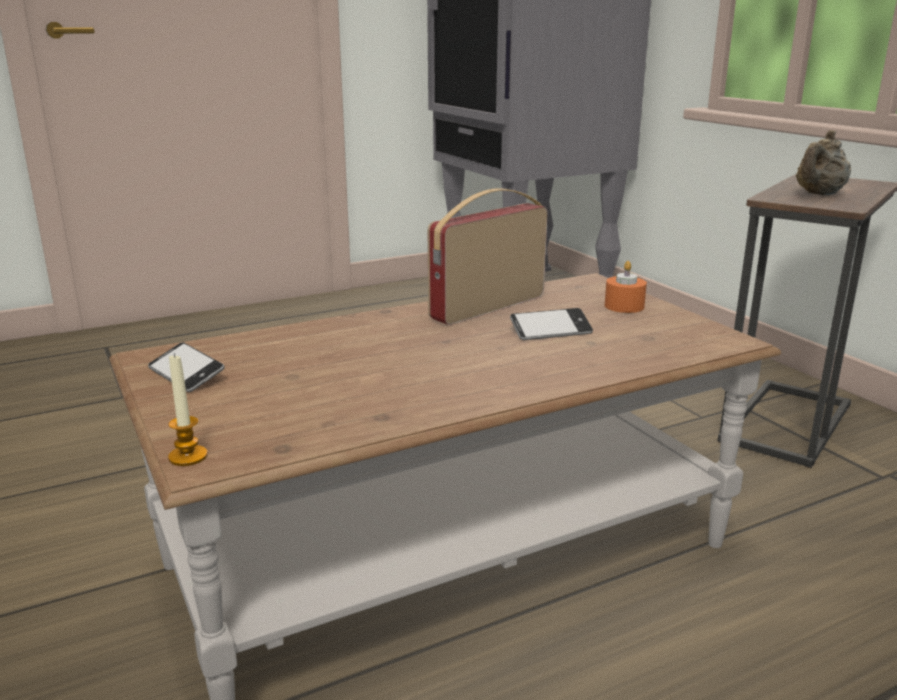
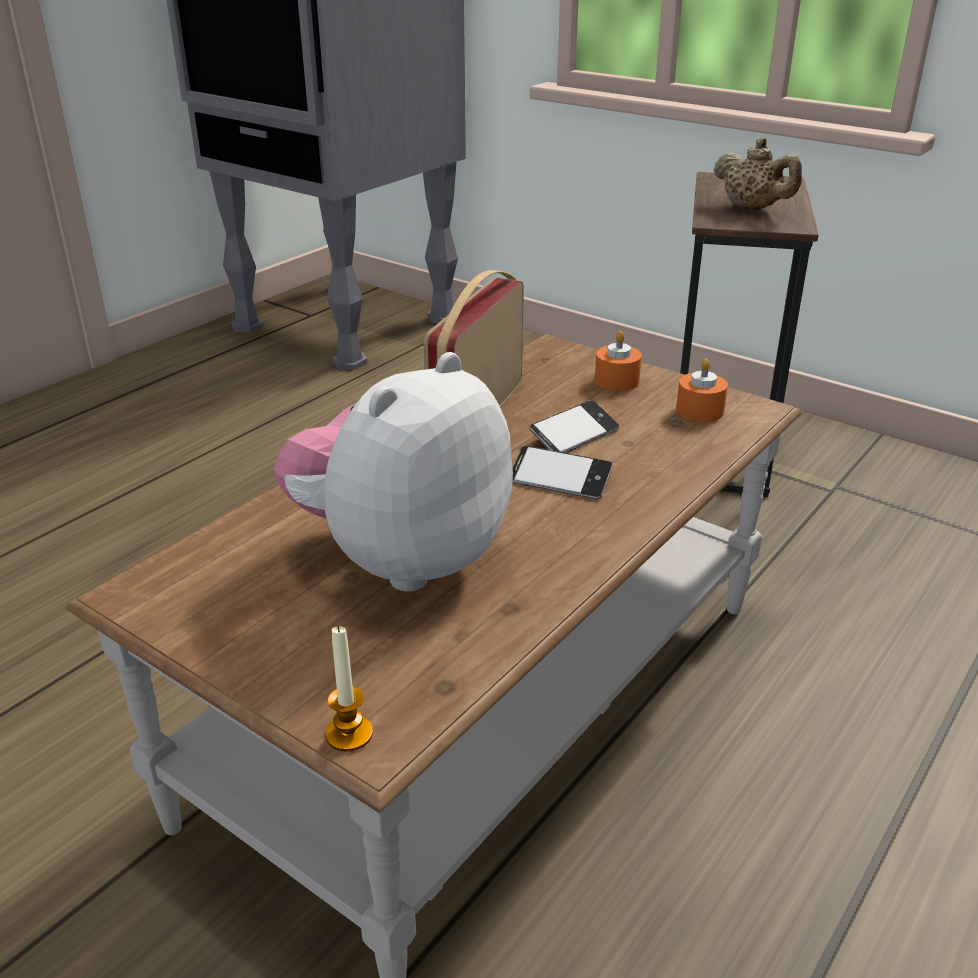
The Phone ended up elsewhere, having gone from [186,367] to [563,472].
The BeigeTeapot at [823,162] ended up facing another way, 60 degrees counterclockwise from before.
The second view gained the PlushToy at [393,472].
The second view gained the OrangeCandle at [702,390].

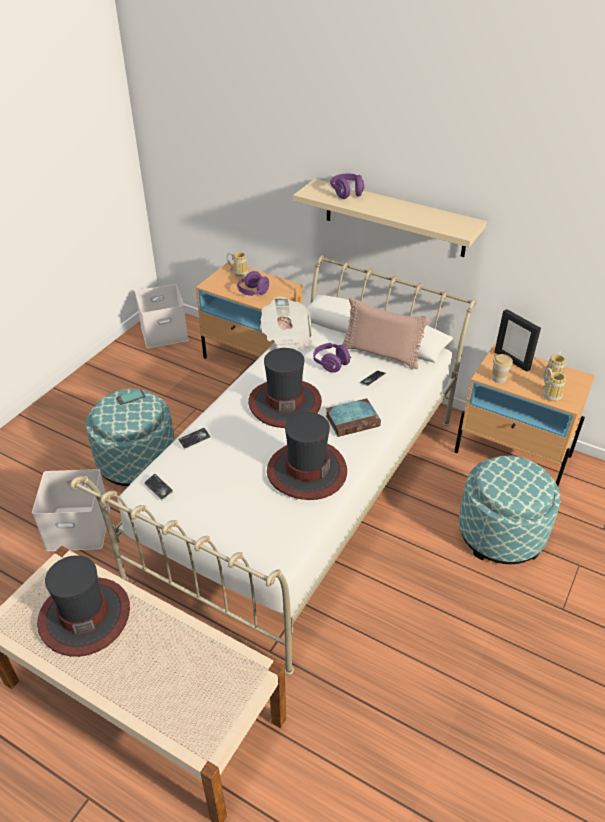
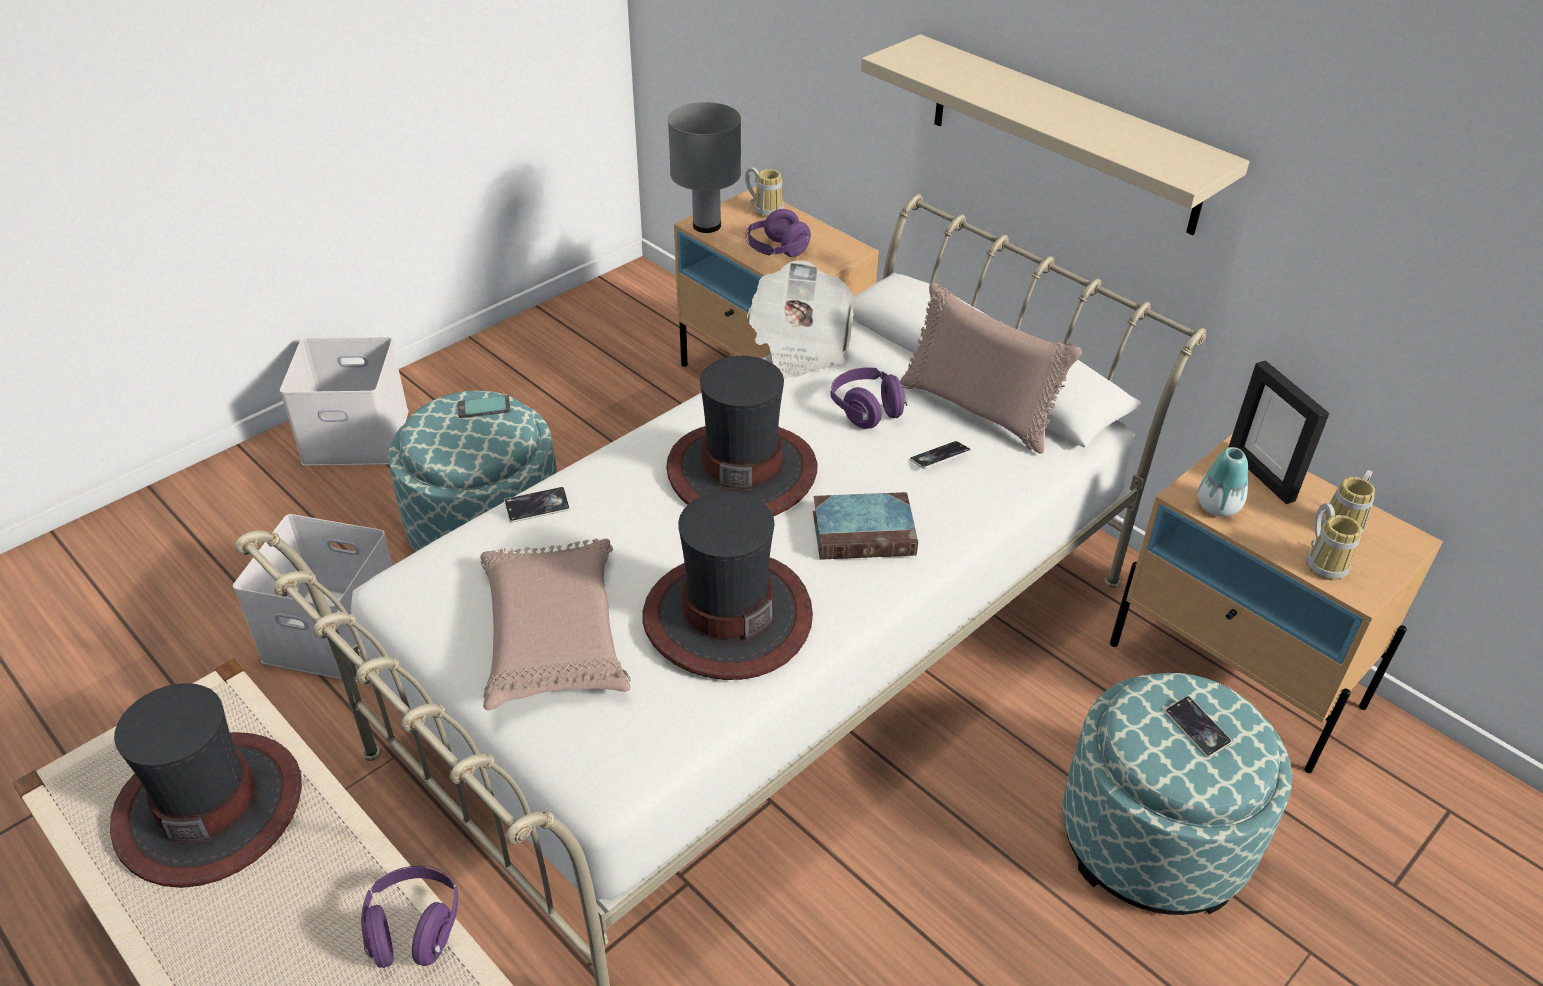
The WhiteStorageBox ended up elsewhere, having gone from [162,316] to [344,401].
The Phone ended up elsewhere, having gone from [158,487] to [1198,726].
The PurpleHeadphones ended up elsewhere, having gone from [347,186] to [409,917].
Where the Cup stood at [502,368], the Vase came to stand at [1223,482].
The second view gained the BeigePillow at [555,624].
The second view gained the GreyTableLamp at [704,167].

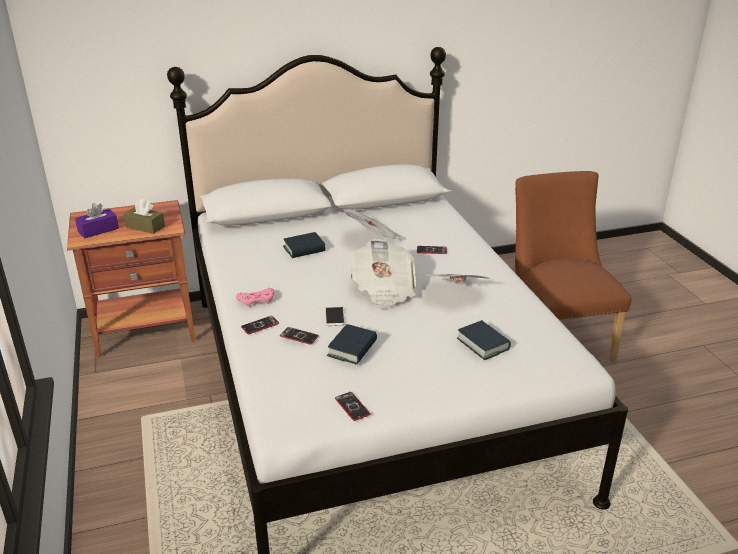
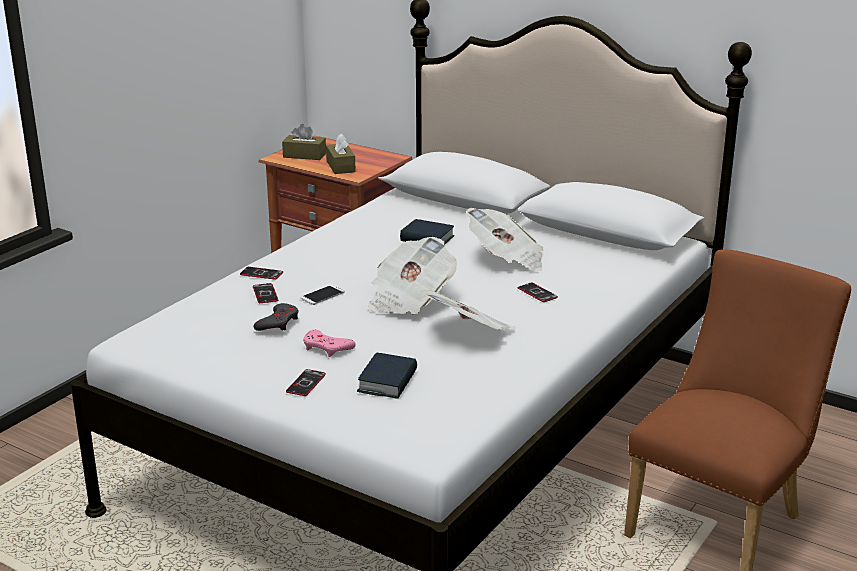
What was the PurpleTissueBox at [97,220] turned into the BrownTissueBox at [304,142].
The PinkGameController ended up elsewhere, having gone from [255,298] to [329,343].
Where the Book stood at [352,344], the GreyGameController came to stand at [275,317].
The Phone ended up elsewhere, having gone from [352,406] to [306,382].

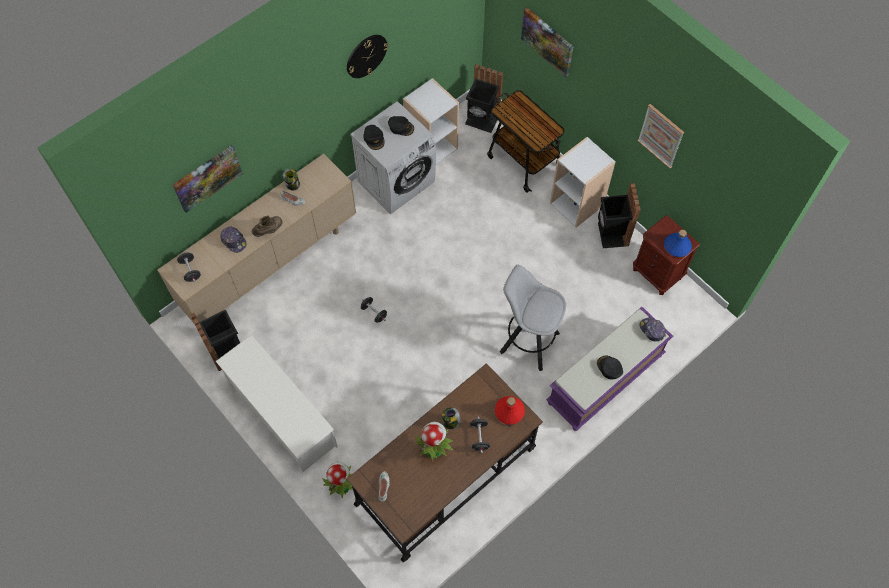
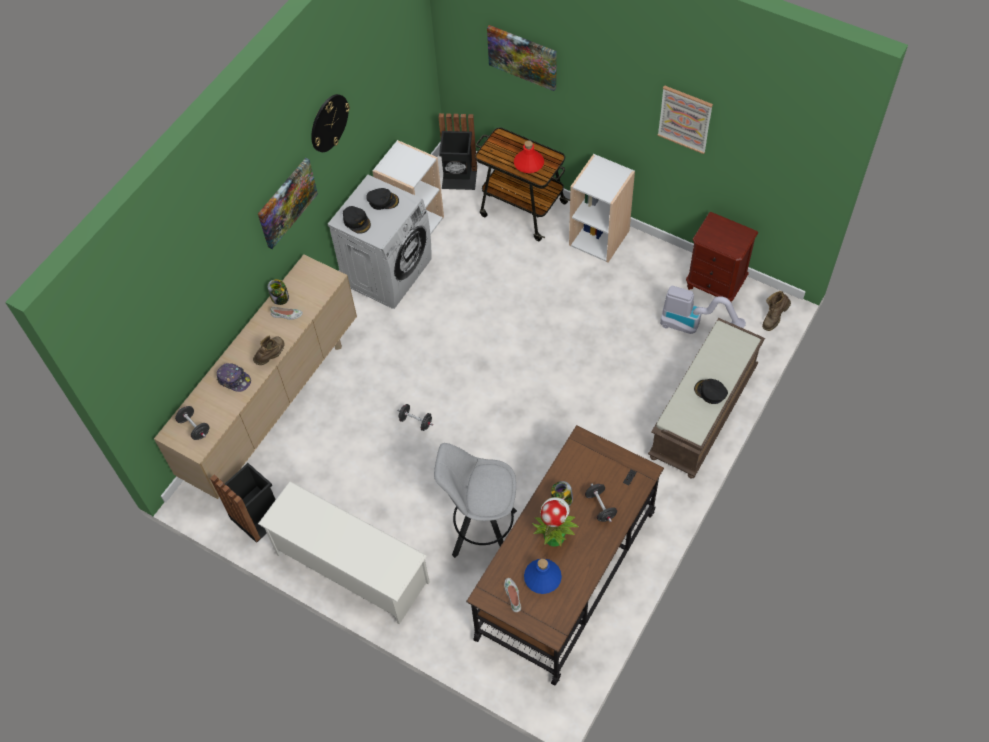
The Picture ended up elsewhere, having gone from [208,179] to [288,203].
The second view lost the PottedPlant at [337,480].
The RedBottle ended up elsewhere, having gone from [510,410] to [529,156].
The GreyStool ended up elsewhere, having gone from [533,318] to [475,500].
What was the PurpleBench at [609,369] turned into the BrownBench at [706,398].
The second view lost the BlackTrashCan at [619,215].
The second view lost the Cap at [652,330].
The BlueBottle ended up elsewhere, having gone from [678,243] to [543,576].
The second view gained the VacuumCleaner at [703,310].
The second view gained the BrownBoot at [776,311].

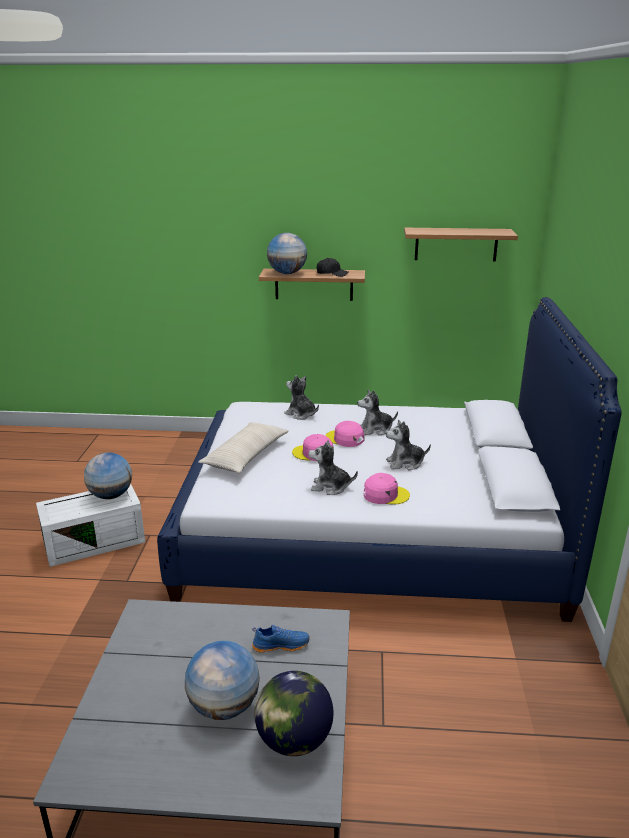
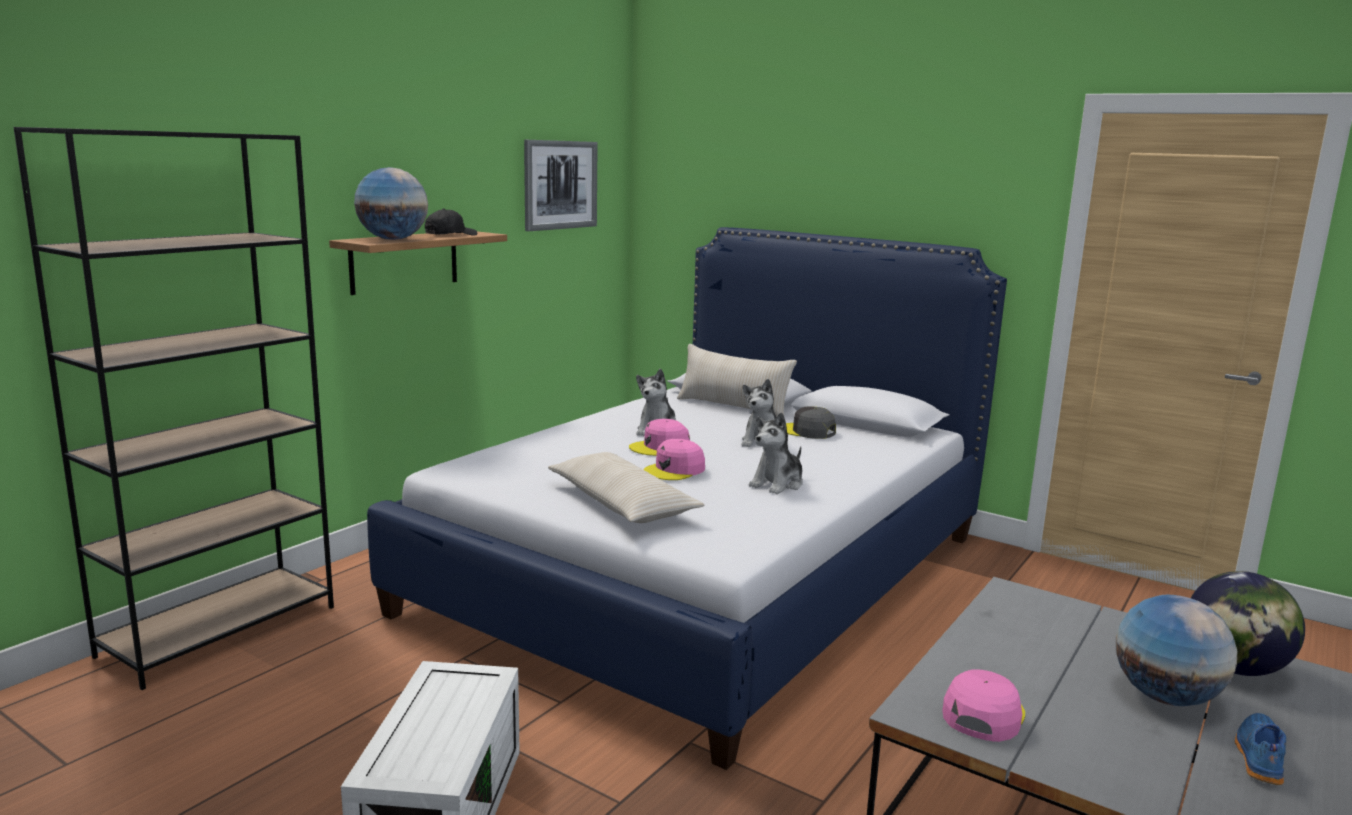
The second view lost the Globe at [108,475].
The BlueShoe ended up elsewhere, having gone from [281,639] to [1260,749].
The second view lost the PlushToy at [301,397].
The PinkCap ended up elsewhere, having gone from [387,488] to [983,705].
Where the Shelf hung at [461,245], the Picture came to hang at [561,185].
The second view gained the BeigeBookcase at [174,408].
The second view gained the BeigePillow at [737,380].
The second view gained the GreyCap at [811,422].

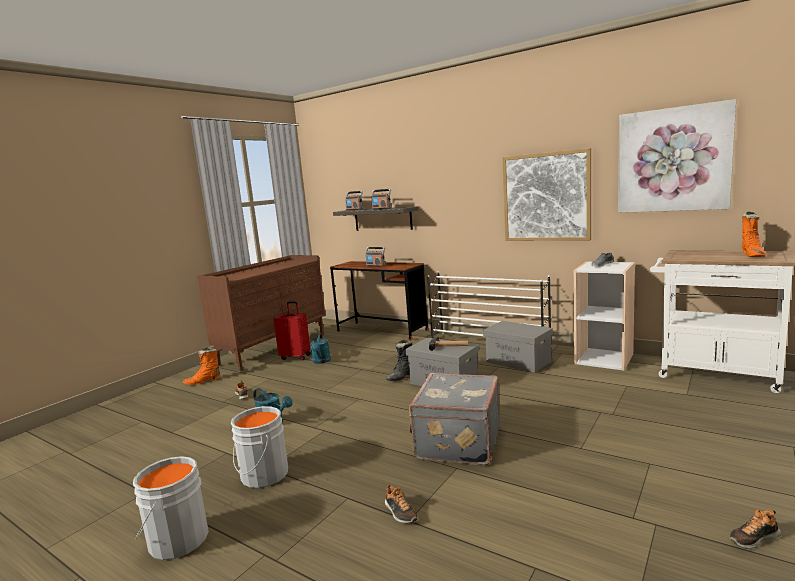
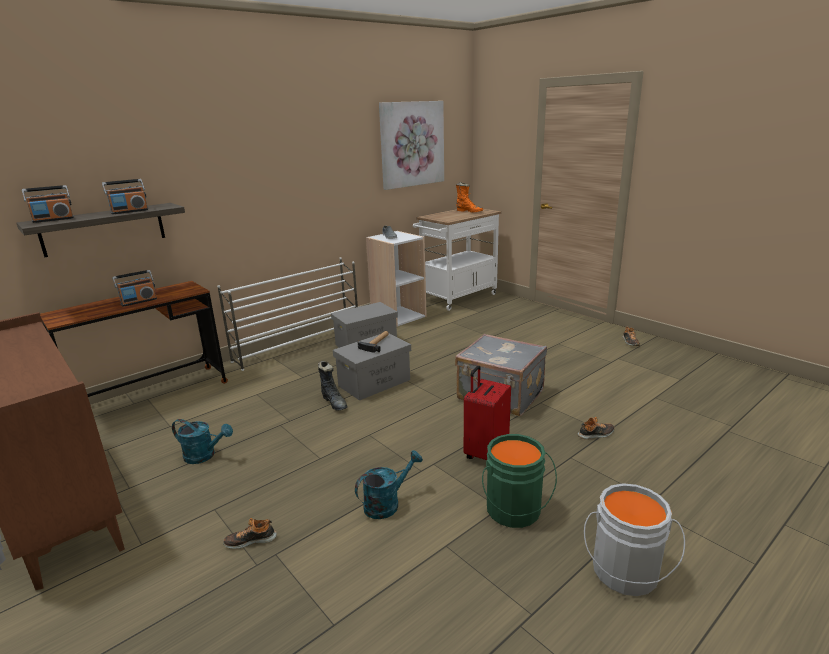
The second view lost the OrangeBoot at [201,366].
What was the GreyBucket at [259,447] turned into the GreenBucket at [519,481].
The RedSuitcase ended up elsewhere, having gone from [292,330] to [487,413].
The second view lost the Picture at [547,194].

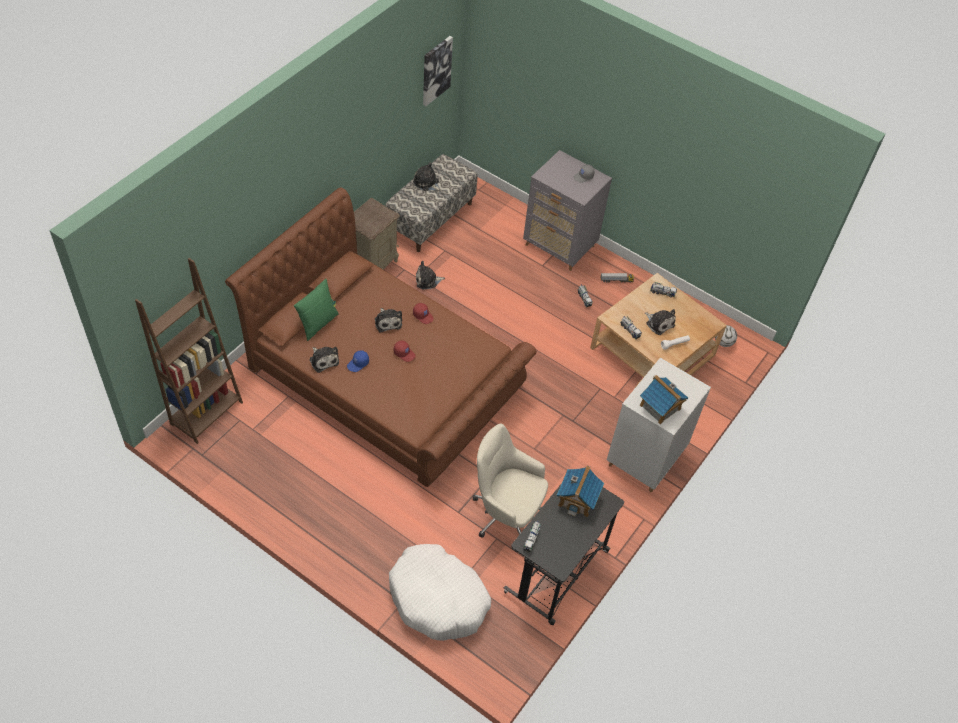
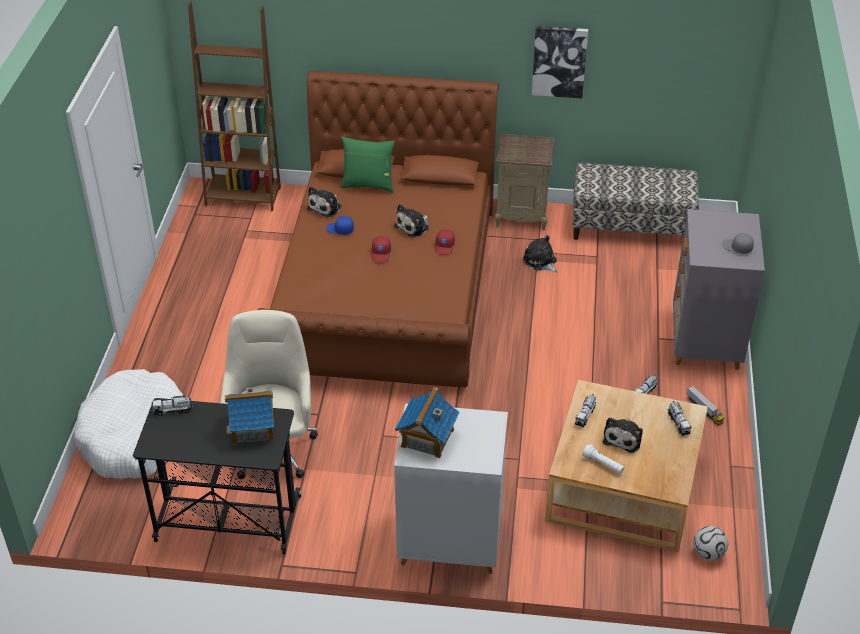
The second view lost the PlushToy at [427,176].
The Picture ended up elsewhere, having gone from [438,71] to [560,62].

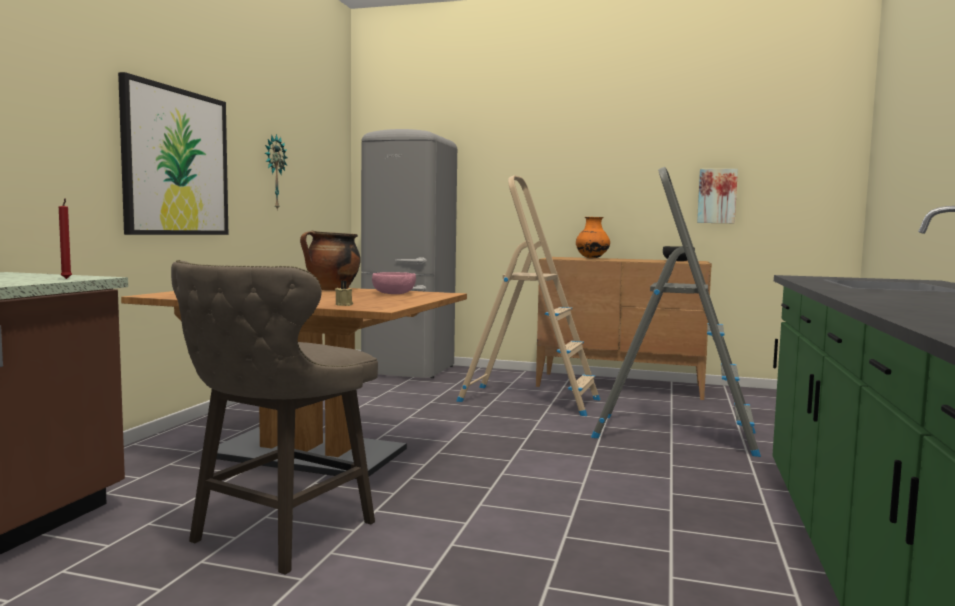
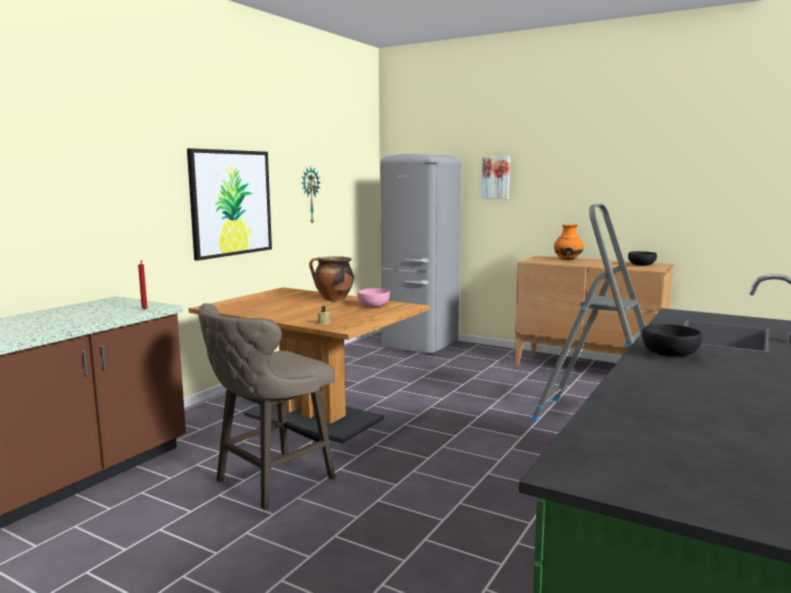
The second view lost the BeigeStepLadder at [528,295].
The Picture ended up elsewhere, having gone from [717,196] to [496,177].
The second view gained the BlackBowl at [672,340].

